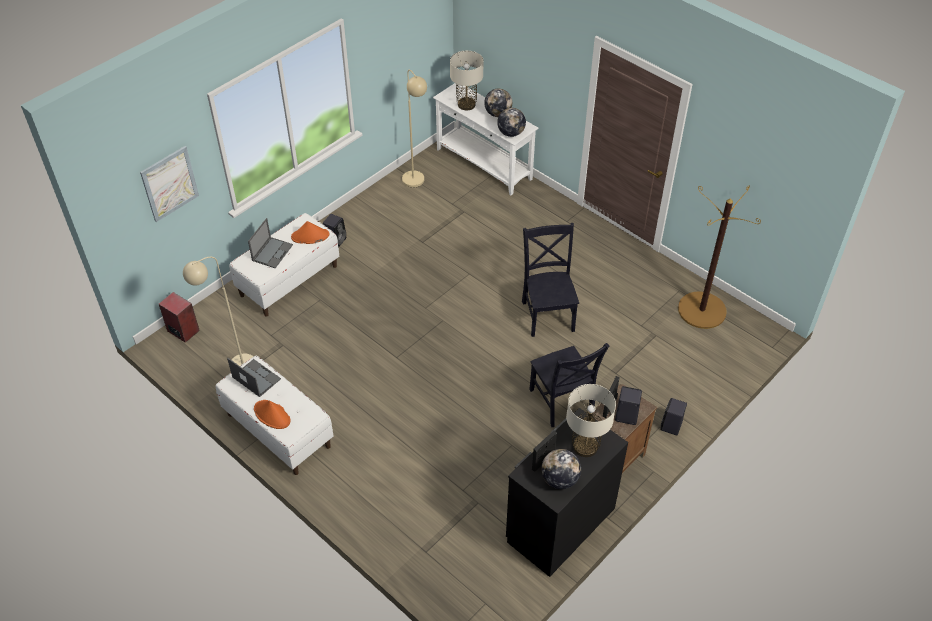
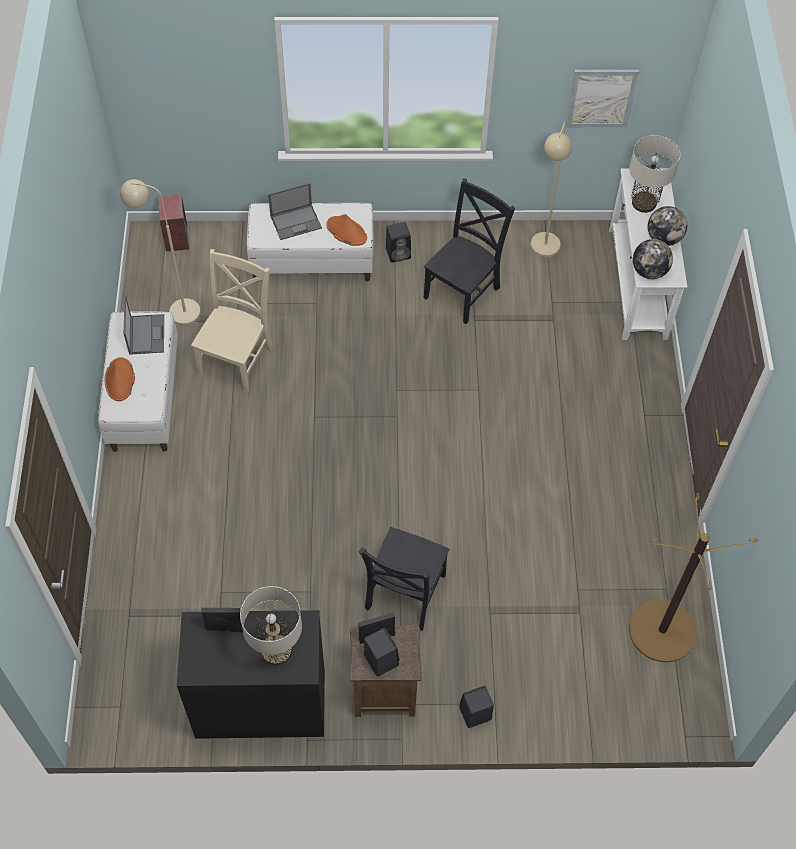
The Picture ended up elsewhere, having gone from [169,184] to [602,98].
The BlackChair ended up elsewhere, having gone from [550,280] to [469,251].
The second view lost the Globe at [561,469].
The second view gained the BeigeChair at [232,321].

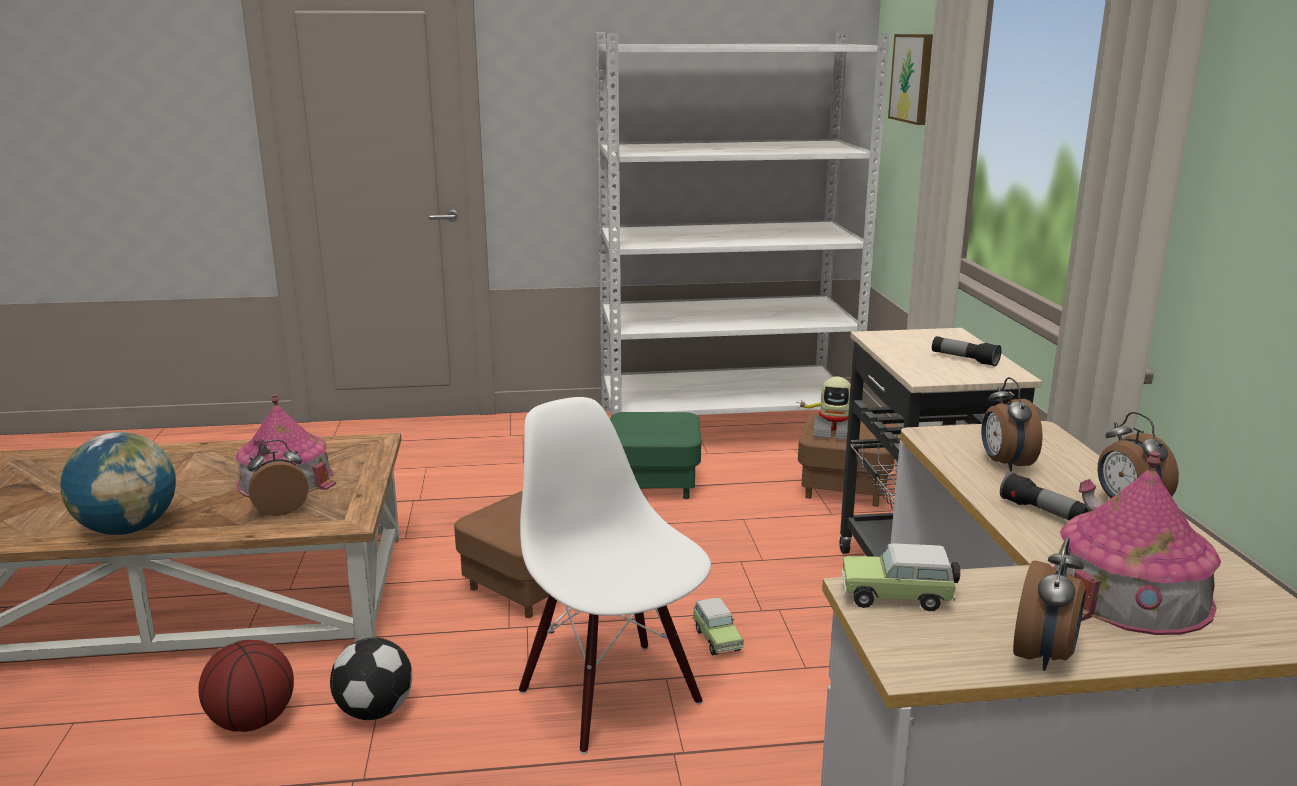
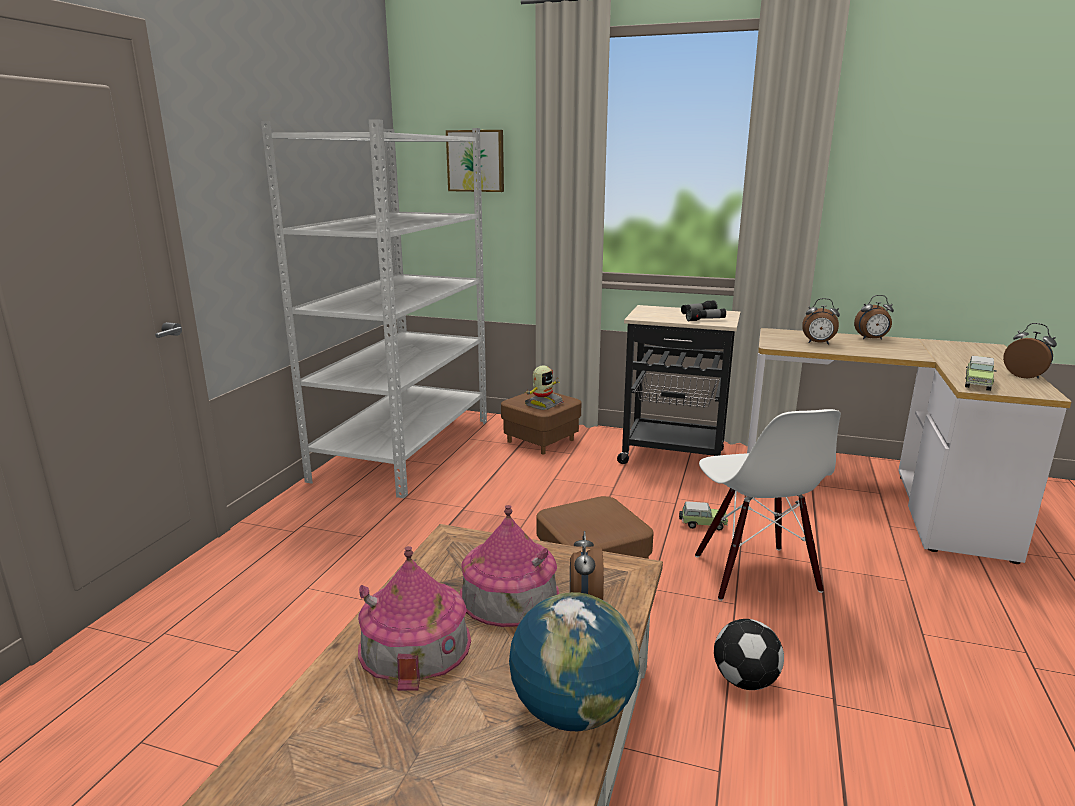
The second view lost the Basketball at [246,686].
The WhiteChair at [615,575] ended up facing another way, 90 degrees counterclockwise from before.
The second view lost the GreenOttoman at [655,455].
The Flashlight ended up elsewhere, having gone from [1044,496] to [706,314].
The ToyHouse ended up elsewhere, having gone from [1137,543] to [414,618].

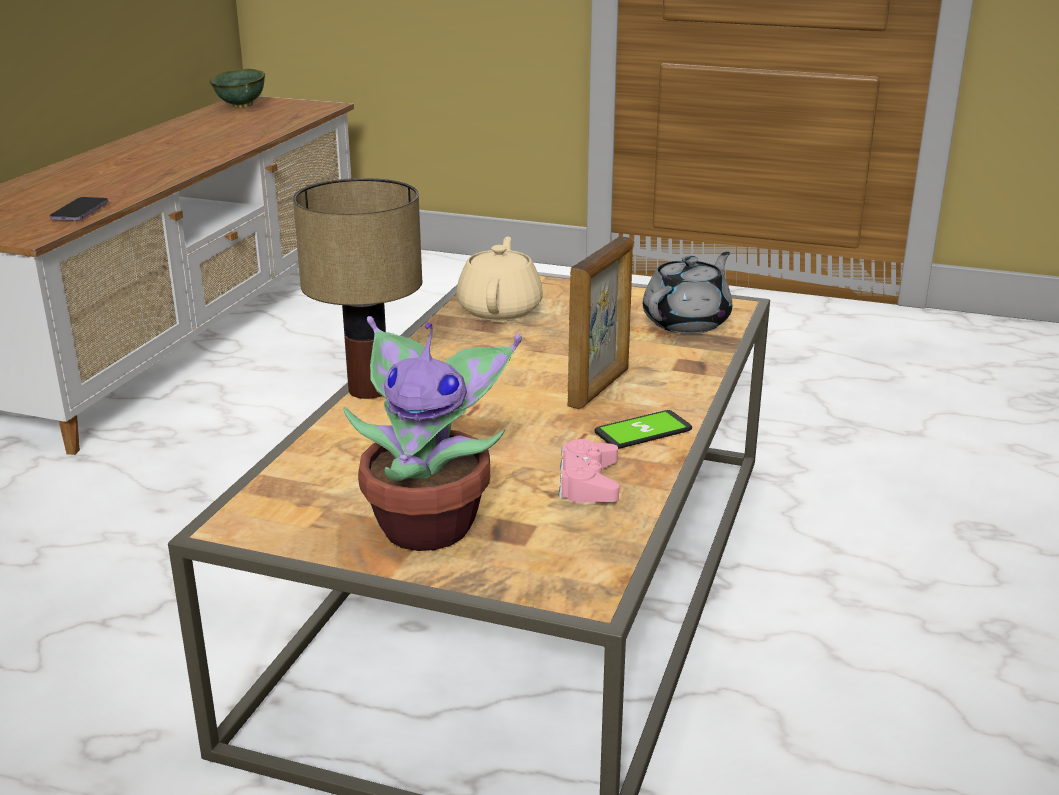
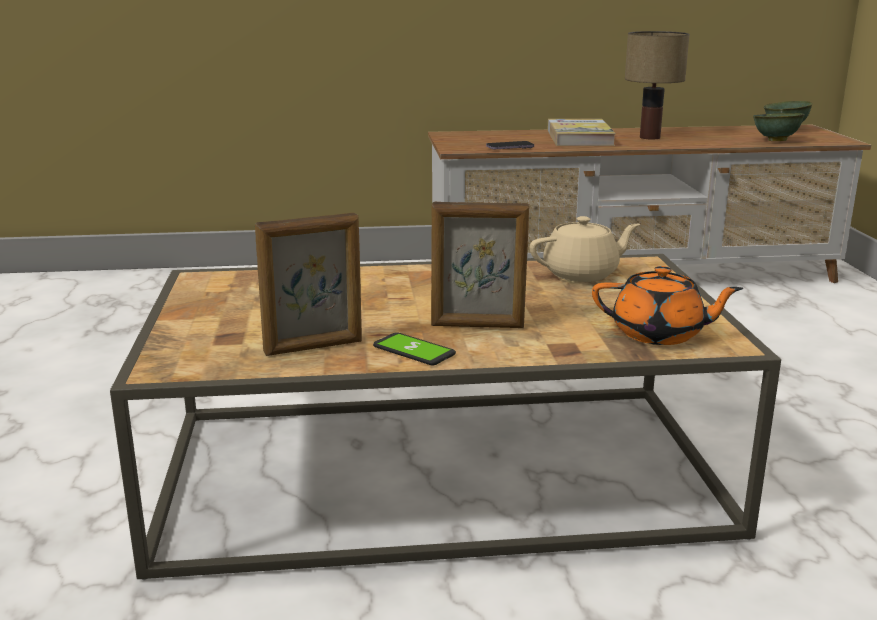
The TableLamp ended up elsewhere, having gone from [357,288] to [657,85].
The second view lost the PottedPlant at [432,433].
Where the PinkGameController stood at [588,471], the PictureFrame came to stand at [308,284].
What was the GreyTeapot at [687,293] turned into the OrangeTeapot at [667,305].
The second view gained the Book at [581,132].
The second view gained the GreenBowl at [779,127].

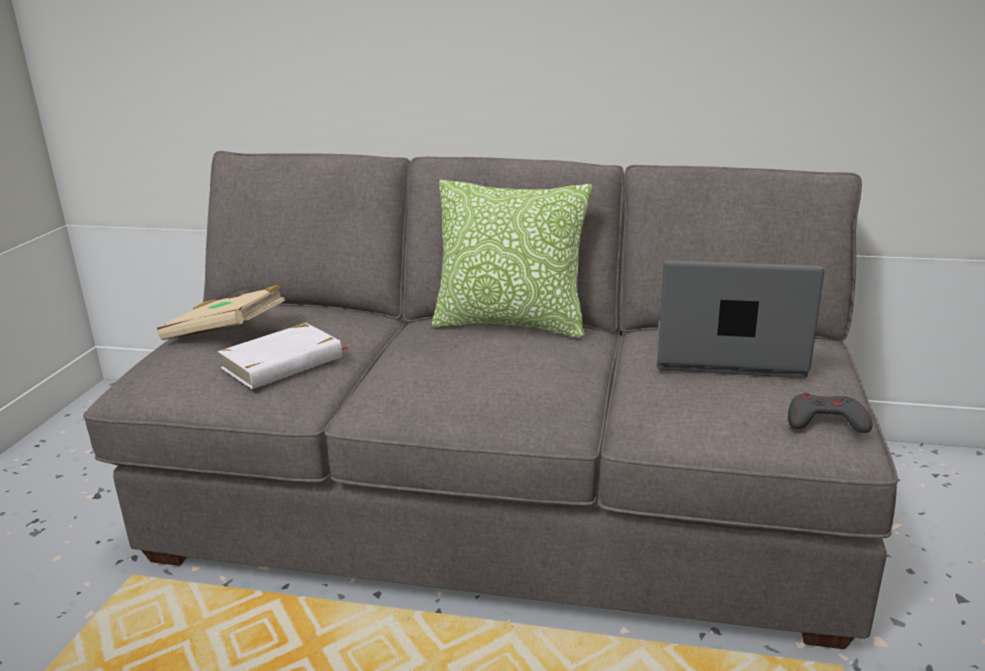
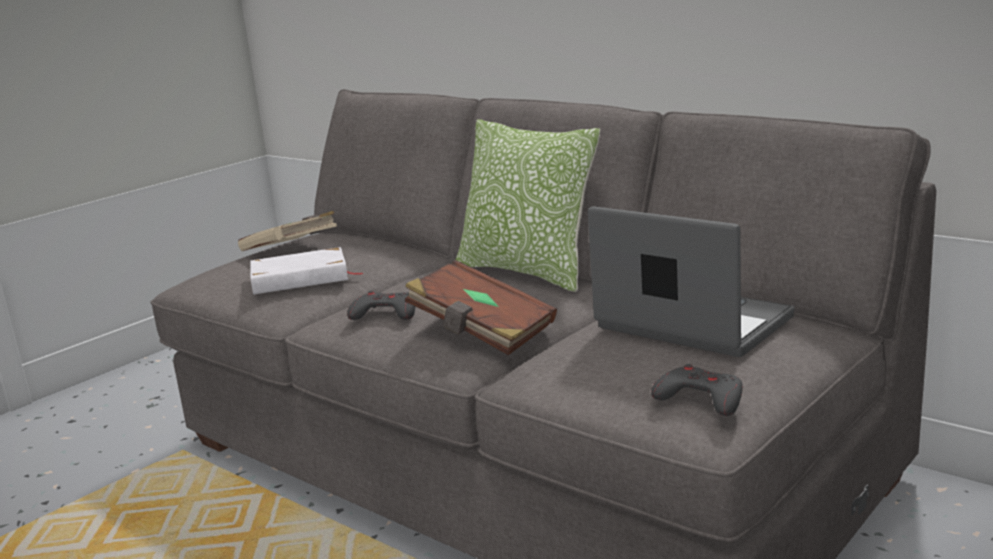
The second view gained the GreyGameController at [381,305].
The second view gained the BrownBook at [481,307].

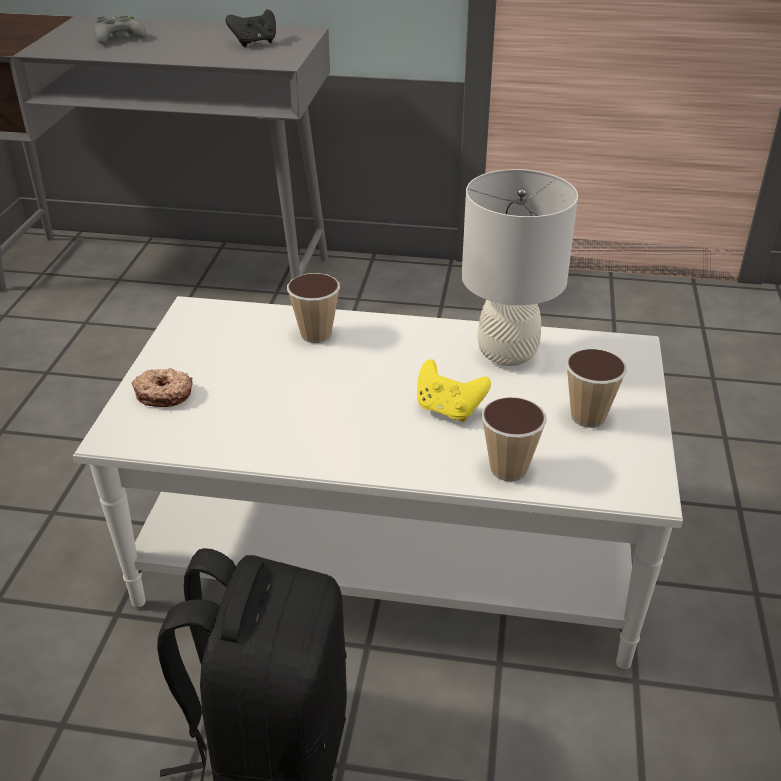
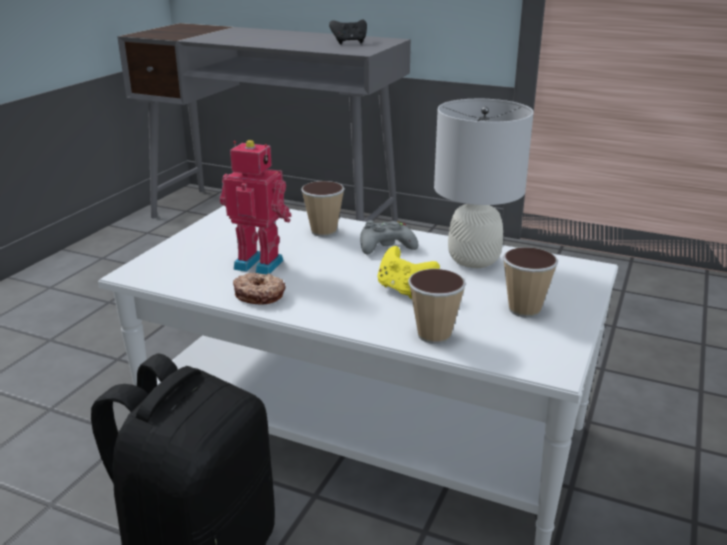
The GreyGameController ended up elsewhere, having gone from [120,29] to [389,237].
The Donut ended up elsewhere, having gone from [162,387] to [259,289].
The second view gained the ToyRobot at [256,207].

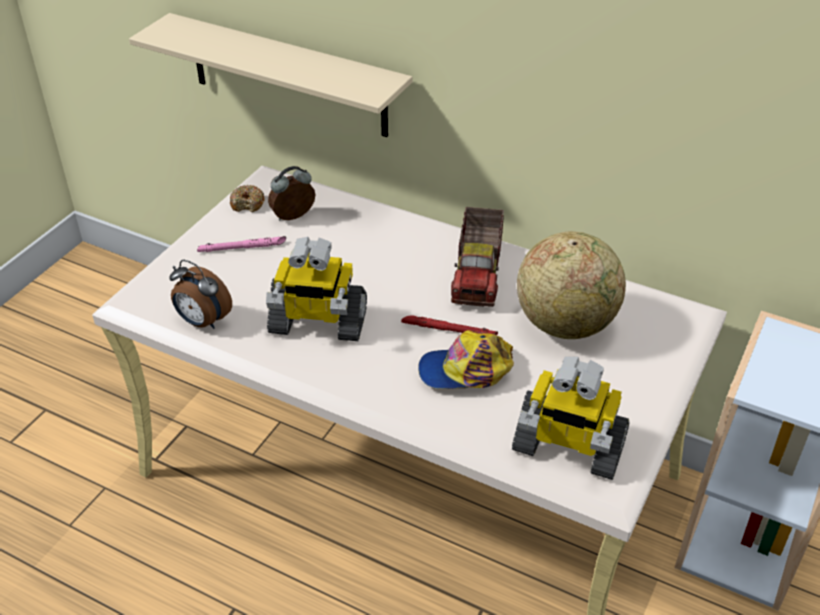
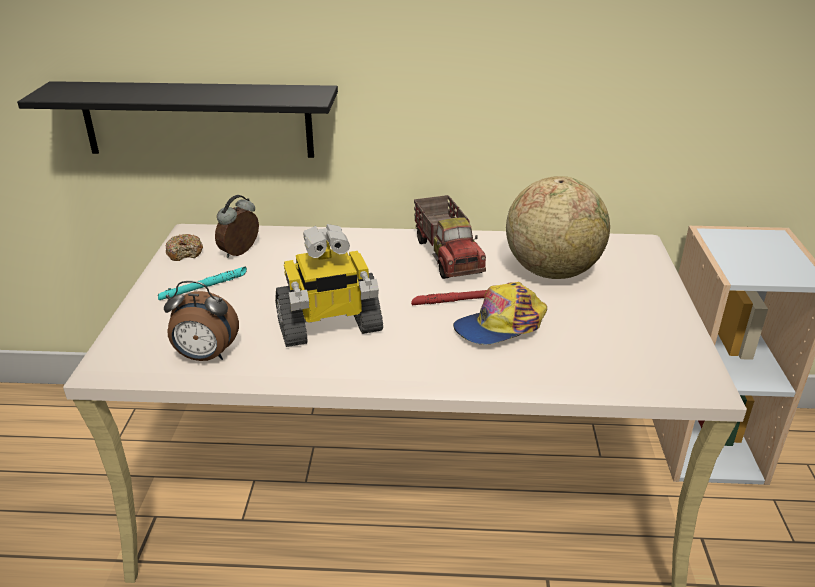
What was the BeigeShelf at [271,75] turned into the BlackShelf at [177,119].
What was the PinkFlashlight at [241,244] turned into the TurquoiseFlashlight at [202,283].
The second view lost the ToyRobot at [570,418].

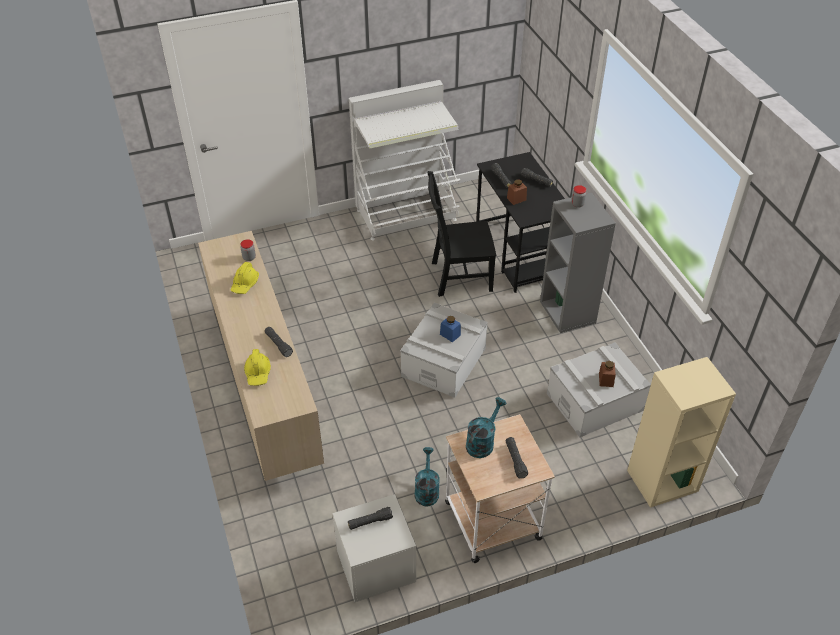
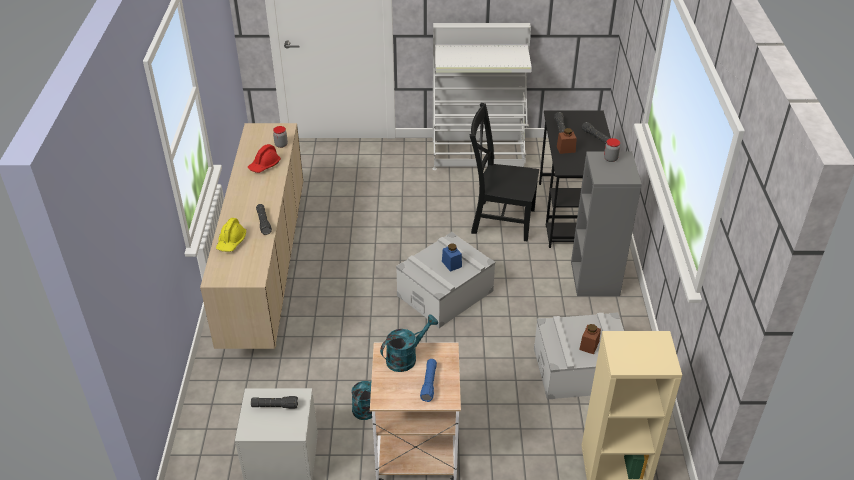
What was the YellowHardHat at [245,278] turned into the RedHardHat at [264,158].
What was the BlackFlashlight at [517,457] turned into the BlueFlashlight at [428,380].

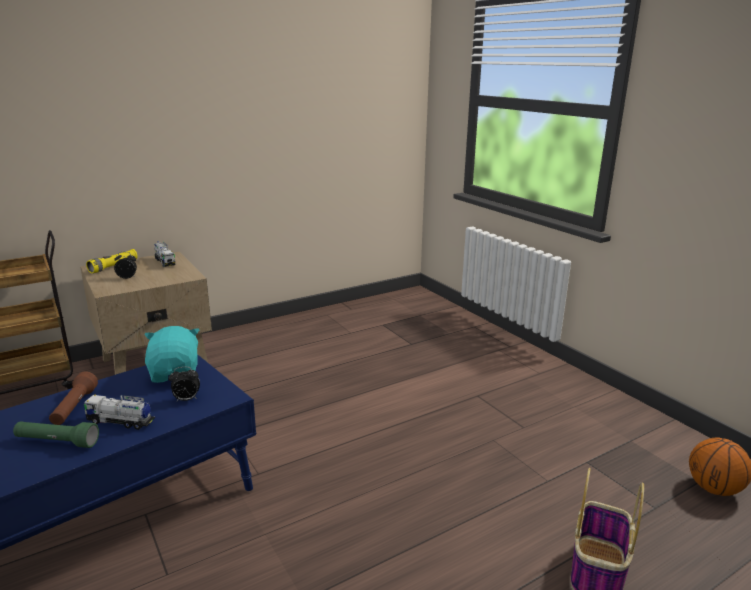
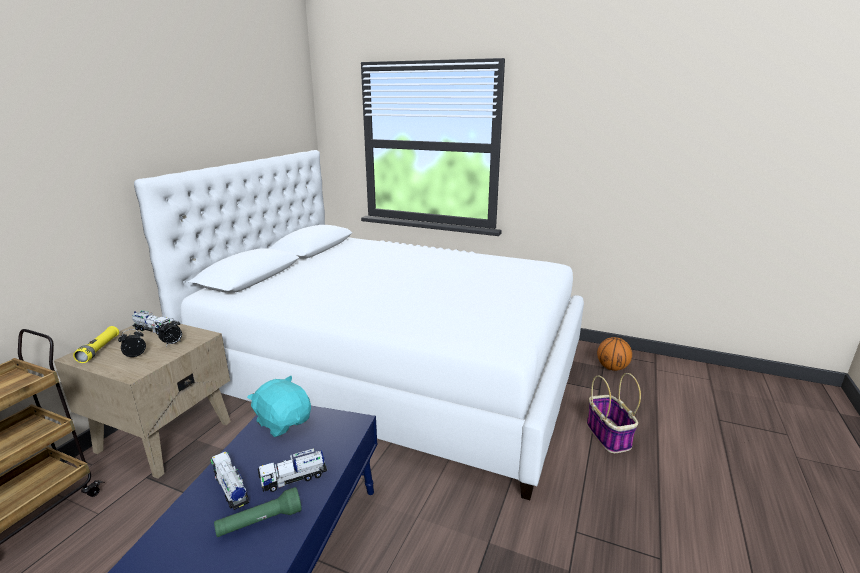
Where the BrownFlashlight stood at [73,398], the ToyTruck came to stand at [230,481].
The AlarmClock ended up elsewhere, having gone from [184,384] to [170,332].
The second view gained the WhiteBed at [359,325].

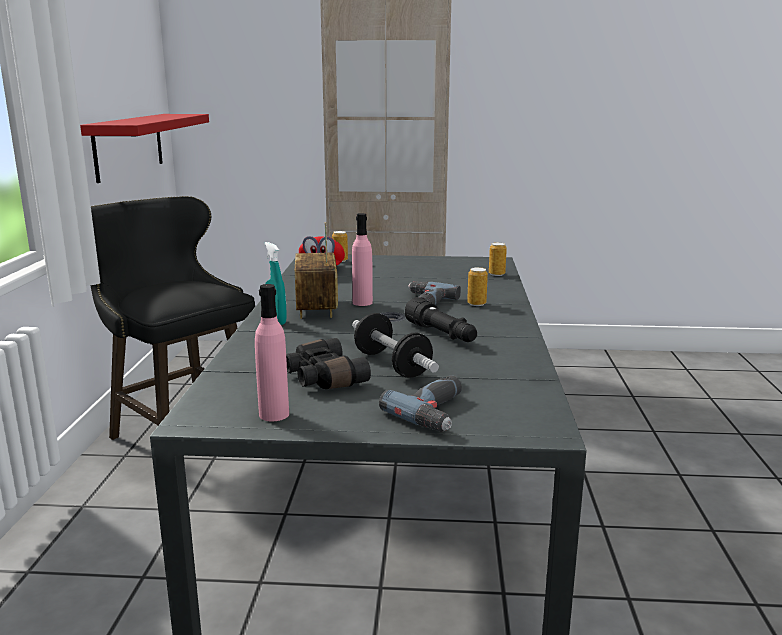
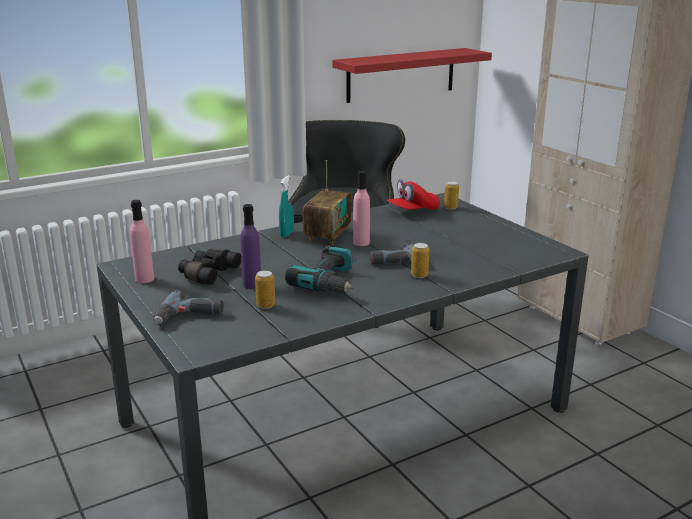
The Radio at [316,270] ended up facing another way, 150 degrees clockwise from before.
Where the Dumbbell stood at [395,345], the PurpleBottle came to stand at [250,246].
Where the BlackFlashlight stood at [441,319], the PowerDrill came to stand at [319,269].
The Can ended up elsewhere, having gone from [498,259] to [265,289].

